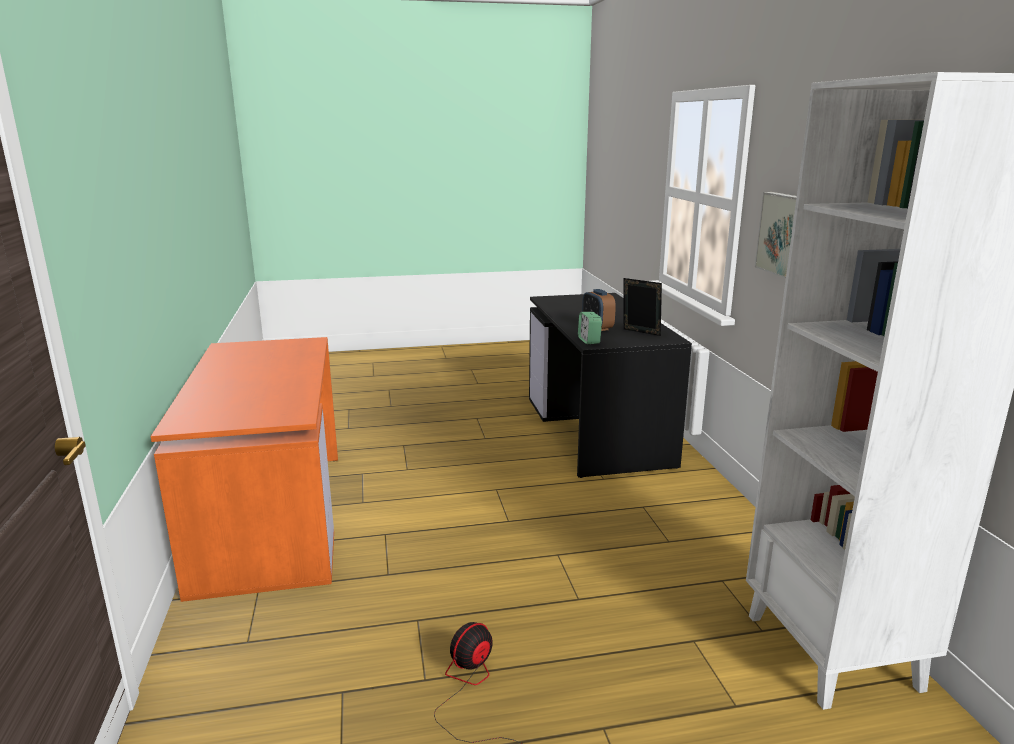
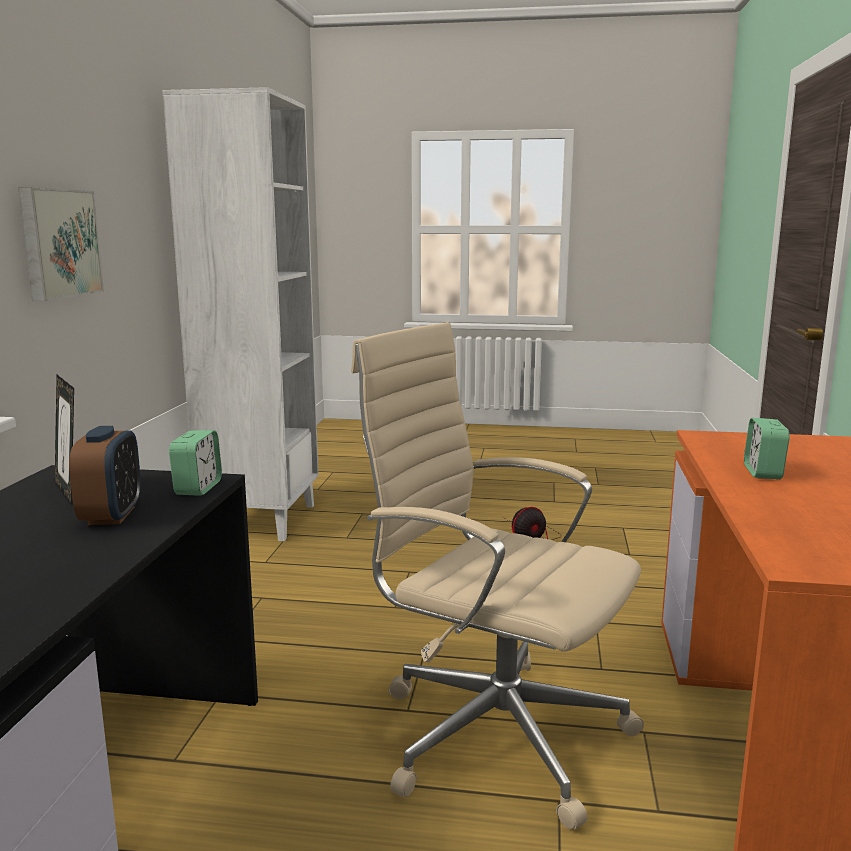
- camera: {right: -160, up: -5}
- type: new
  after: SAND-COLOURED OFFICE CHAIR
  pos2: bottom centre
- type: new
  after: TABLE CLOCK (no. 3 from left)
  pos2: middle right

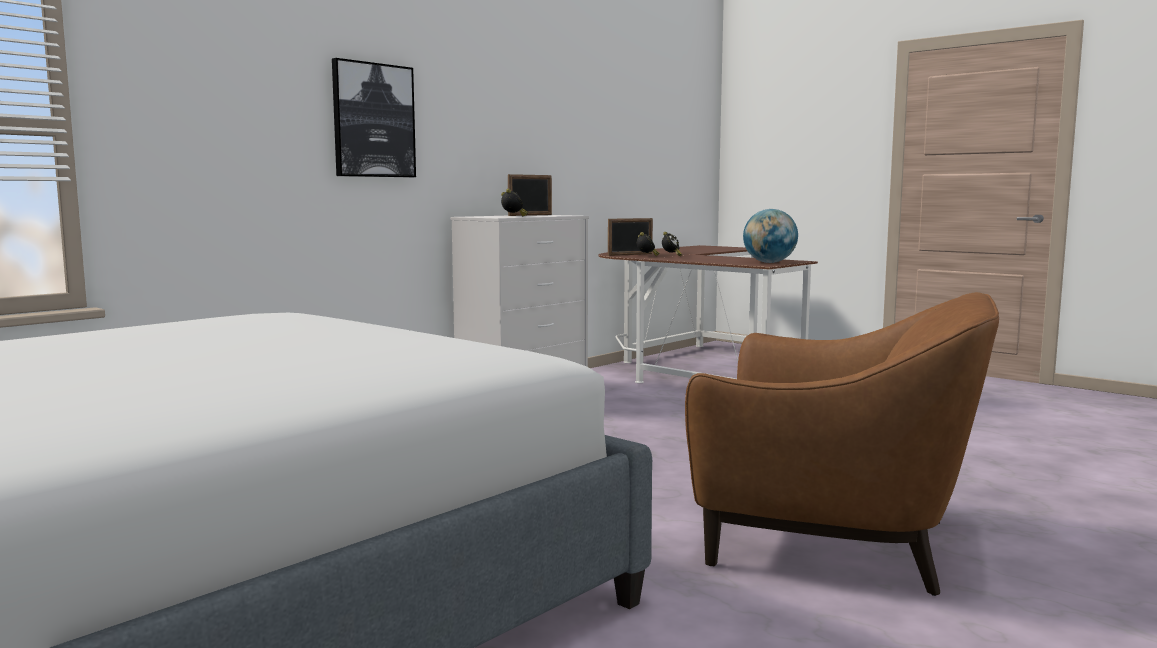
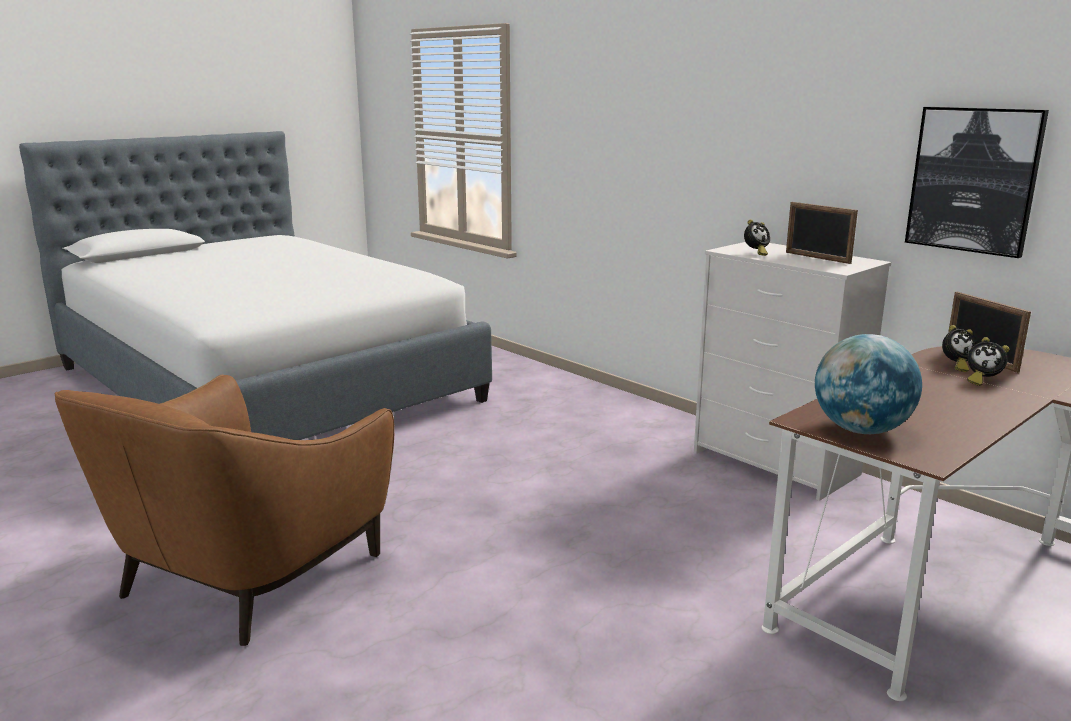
- camera: {right: 95, up: 10}
- type: shifted
  before: WALL PICTURE
  pos1: top left
  pos2: top right

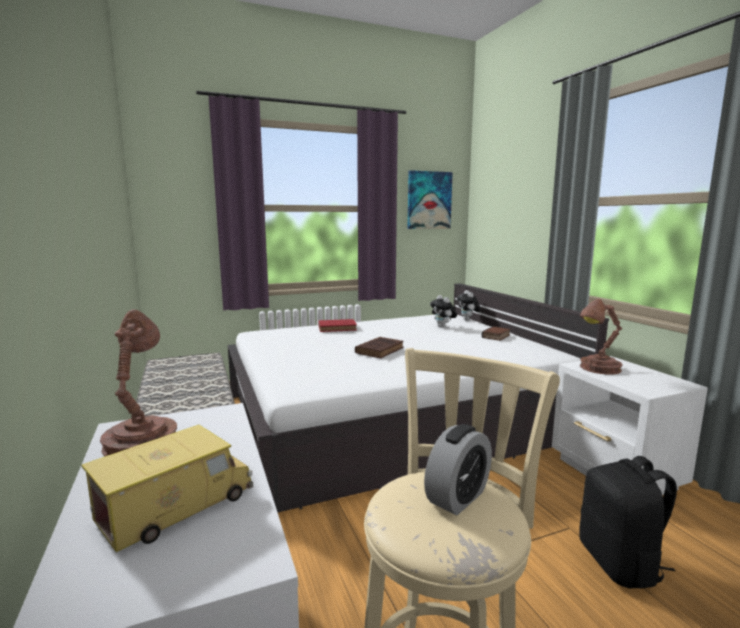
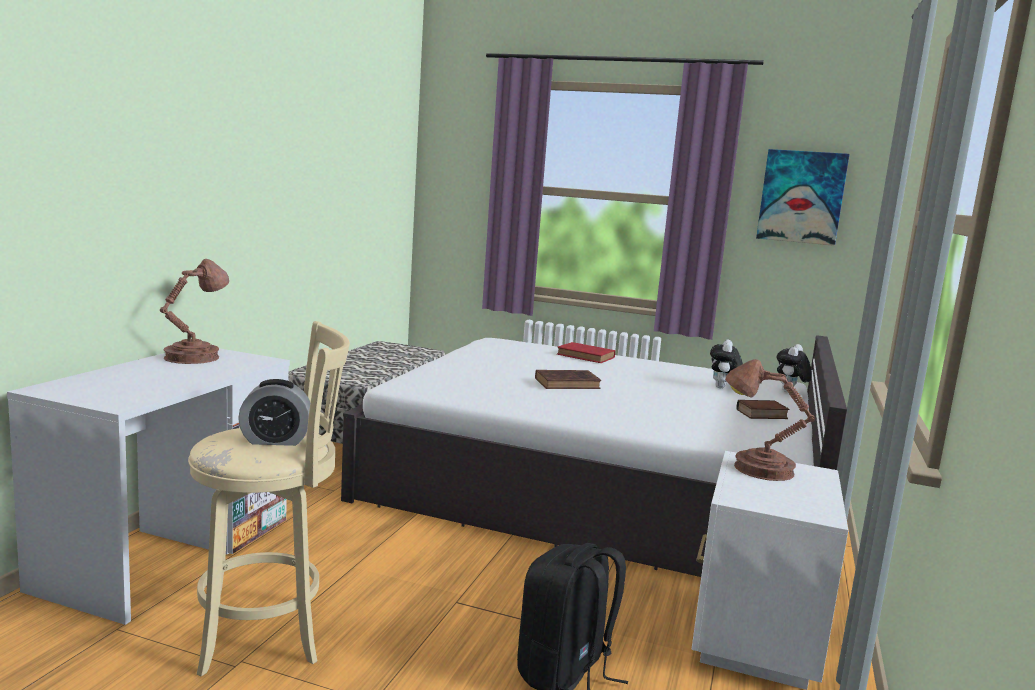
- camera: {right: 40, up: 0}
- type: gone
  before: MODEL TRUCK
  pos1: bottom left

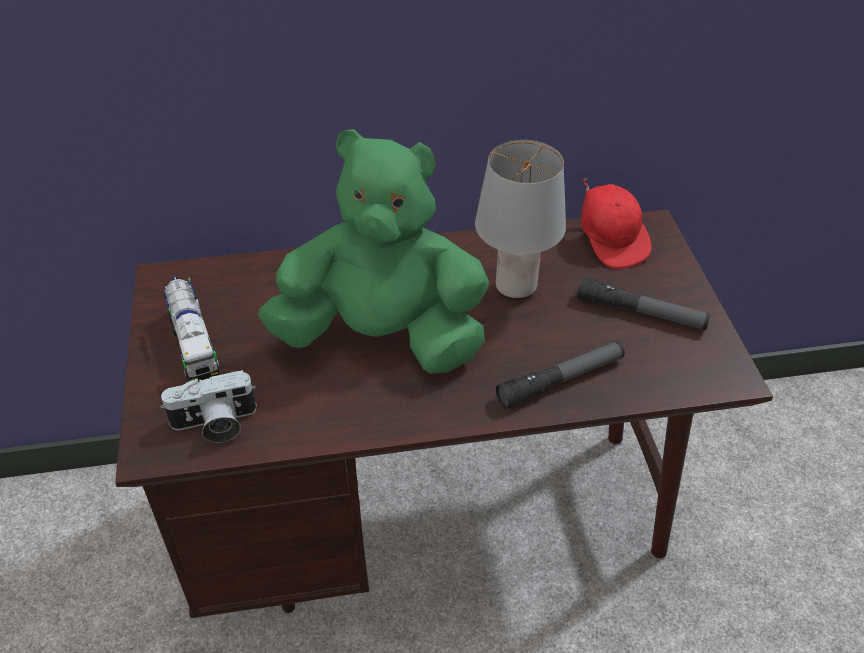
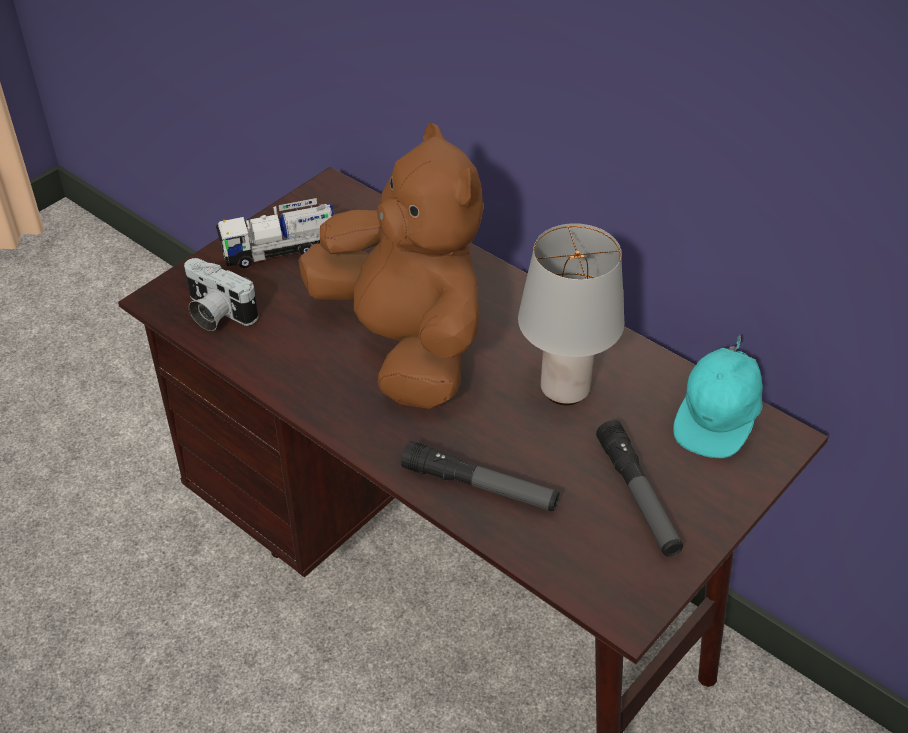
- camera: {right: 50, up: 0}
- type: repainted
  before: GREEN SOFT TOY
  after: BROWN-COLOURED SOFT TOY
  pos1: centre
  pos2: centre
- type: repainted
  before: RED-COLOURED CAP
  after: TURQUOISE-COLOURED CAP
  pos1: middle right
  pos2: middle right
- type: rotated
  before: MODEL TRUCK
  pos1: middle left
  pos2: top left
  turn: 45

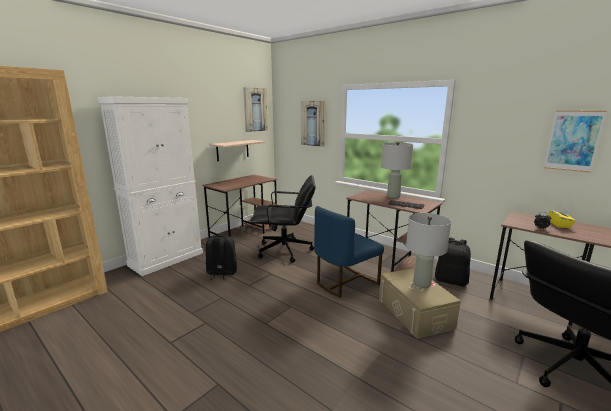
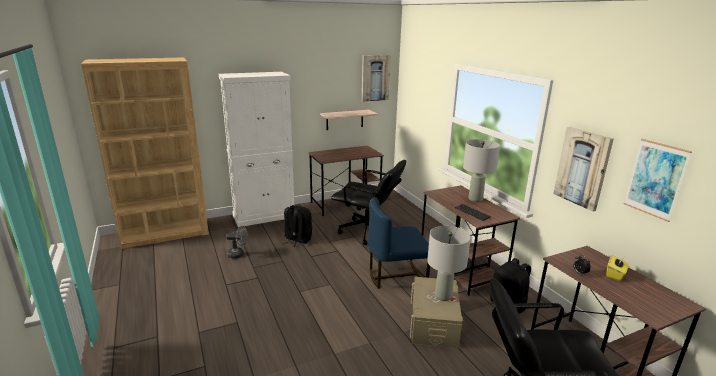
- camera: {right: 25, up: 5}
- type: new
  after: GRAY FAN
  pos2: middle left
- type: shifted
  before: WALL PICTURE (no. 2 from left)
  pos1: top centre
  pos2: middle right

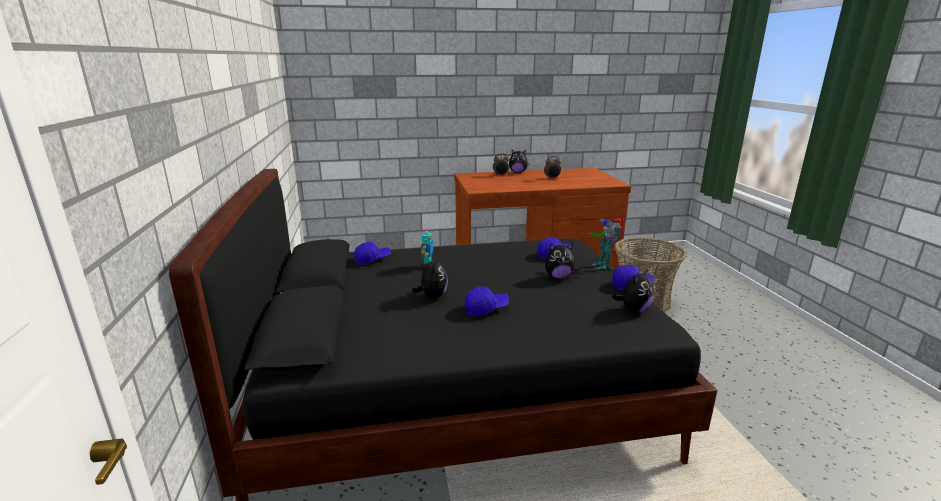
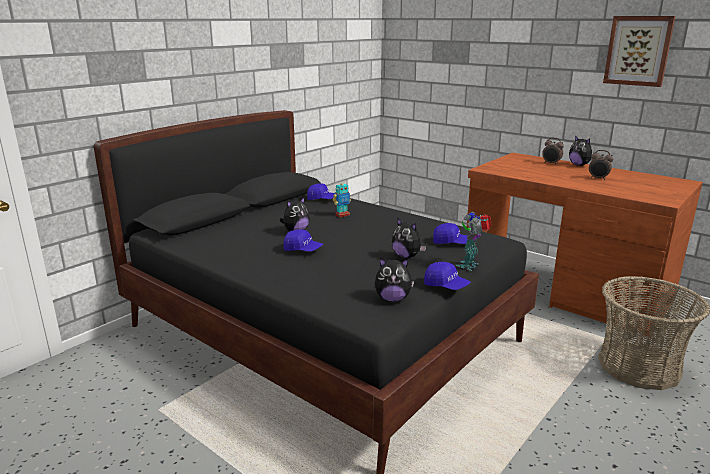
- camera: {right: 50, up: 0}
- type: new
  after: WALL PICTURE
  pos2: top right

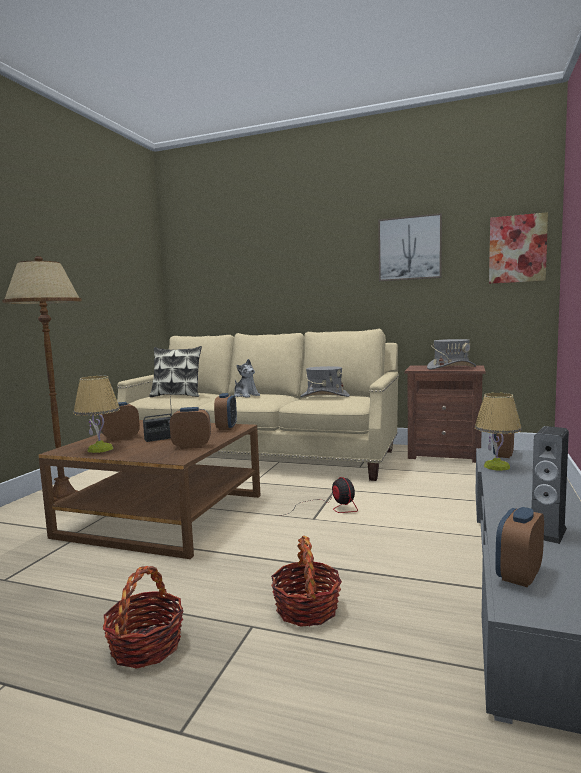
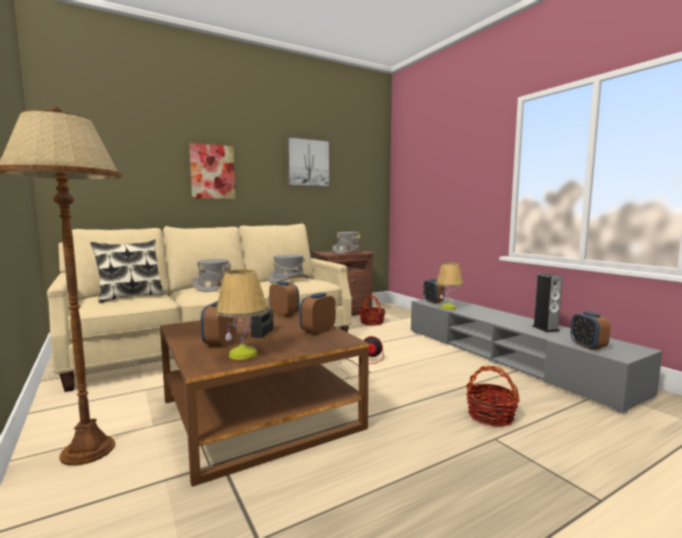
- camera: {right: -50, up: 0}
- type: shifted
  before: STORAGE BASKET (no. 1 from left)
  pos1: bottom left
  pos2: centre
- type: shifted
  before: WALL PICTURE (no. 2 from left in the first image)
  after: WALL PICTURE (no. 1 from left)
  pos1: top right
  pos2: top left
- type: swapped
  before: SOFT TOY
  after: GRAY CLOTHING HAT (no. 1 from left)
  pos1: centre
  pos2: middle left

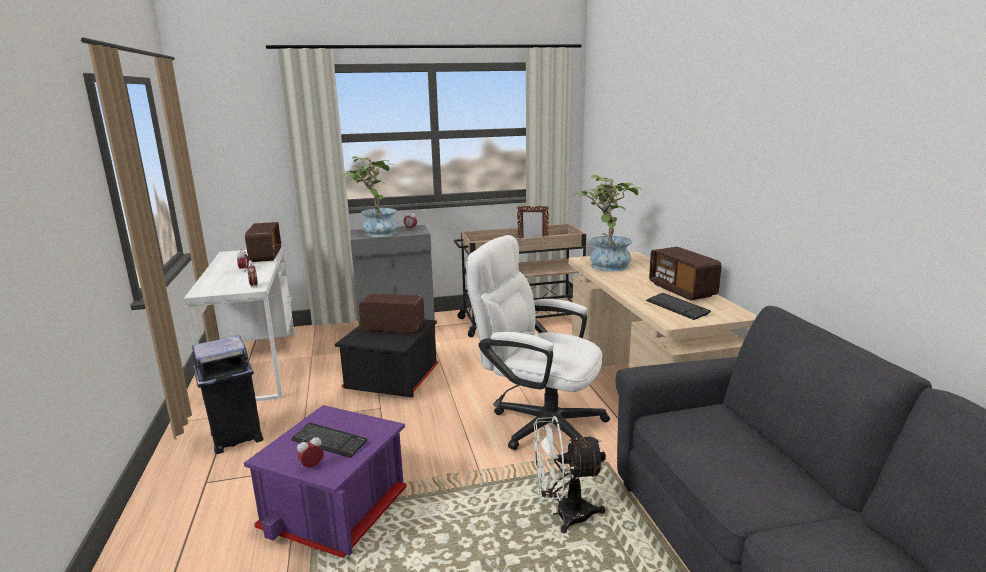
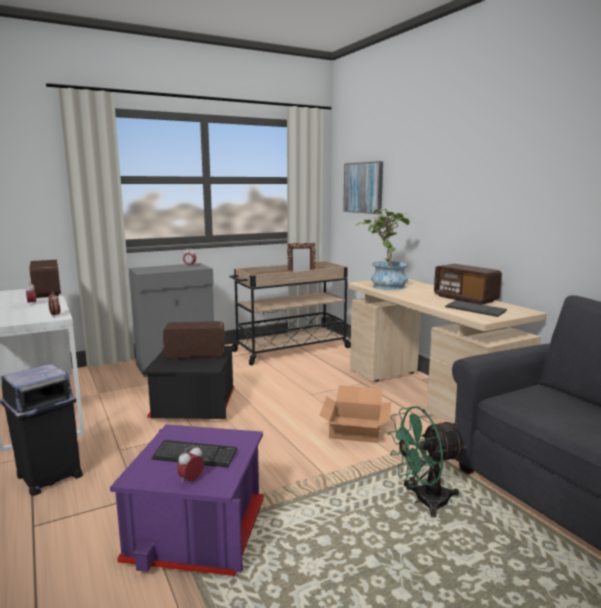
- camera: {right: -15, up: -5}
- type: gone
  before: HOUSEPLANT (no. 1 from left)
  pos1: centre
- type: new
  after: WALL PICTURE
  pos2: top centre
- type: swapped
  before: WHITISH OFFICE CHAIR
  after: CARDBOARD BOX
  pos1: centre
  pos2: bottom centre
- type: repainted
  before: WHITISH FAN
  after: GREEN FAN
  pos1: bottom centre
  pos2: bottom right

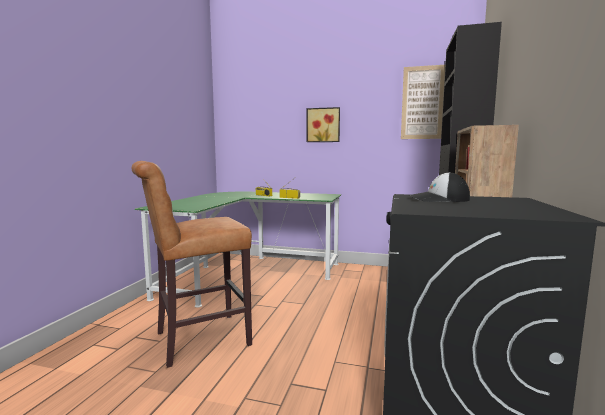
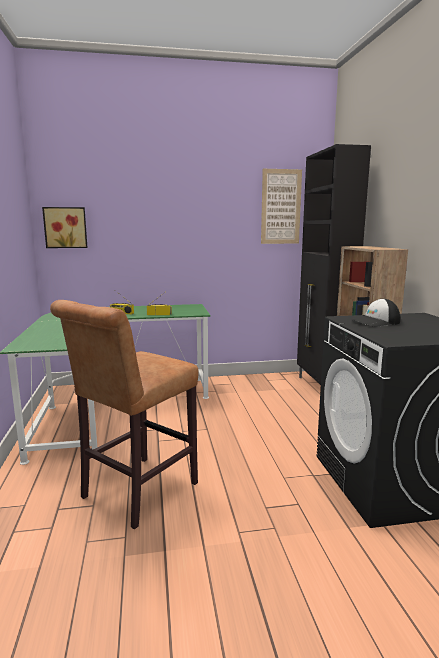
- camera: {right: -25, up: 5}
- type: shifted
  before: WALL PICTURE (no. 1 from left)
  pos1: top centre
  pos2: middle left

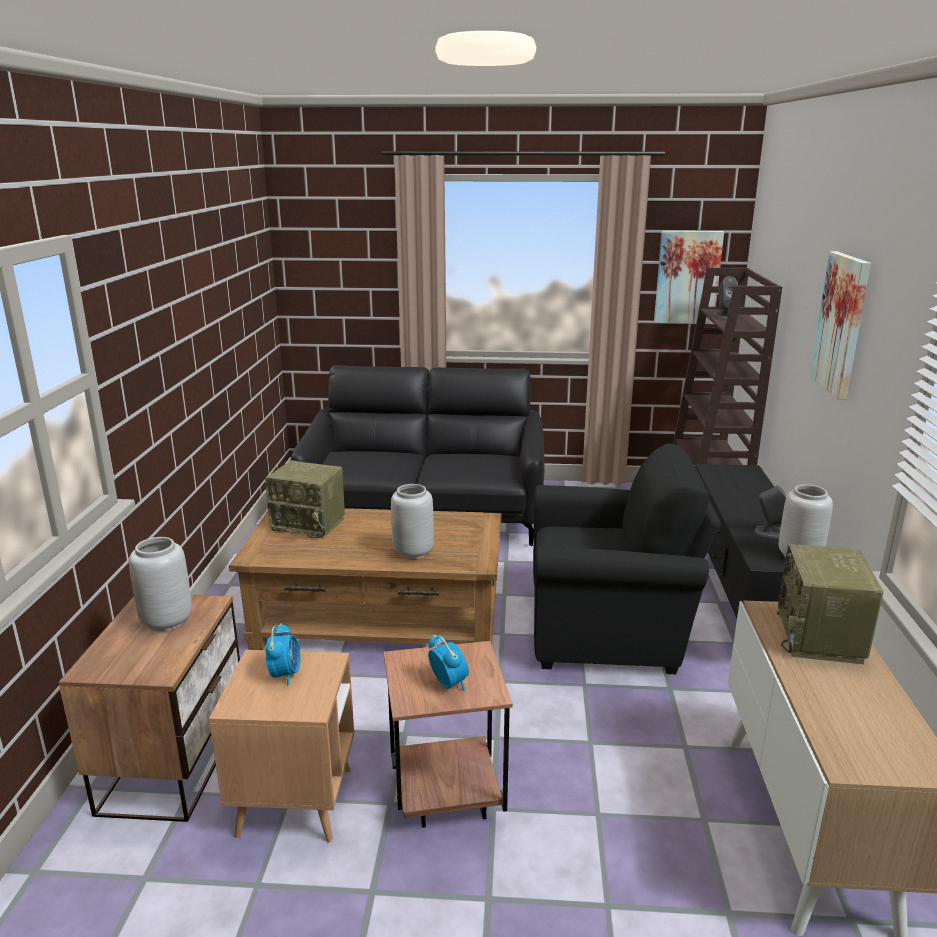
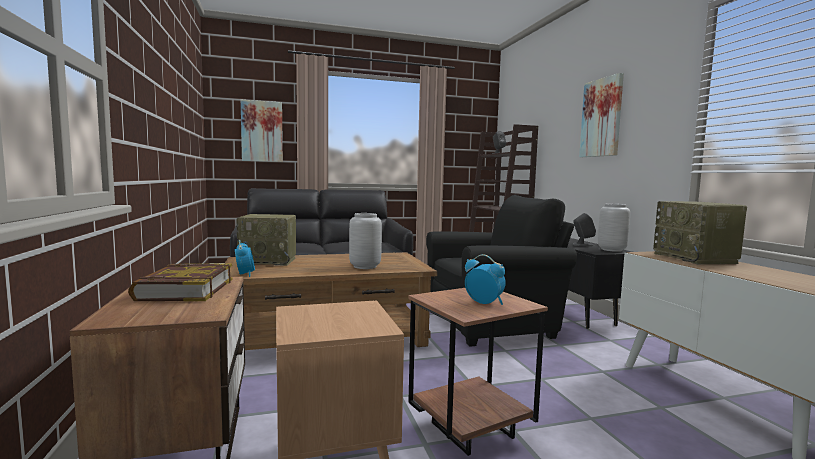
- camera: {right: -20, up: -15}
- type: shifted
  before: TABLE CLOCK (no. 1 from left)
  pos1: bottom left
  pos2: middle left
- type: shifted
  before: WALL PICTURE (no. 1 from left)
  pos1: top right
  pos2: top left
- type: swapped
  before: GRAY VASE (no. 1 from left)
  after: BOOK
  pos1: middle left
  pos2: middle left

